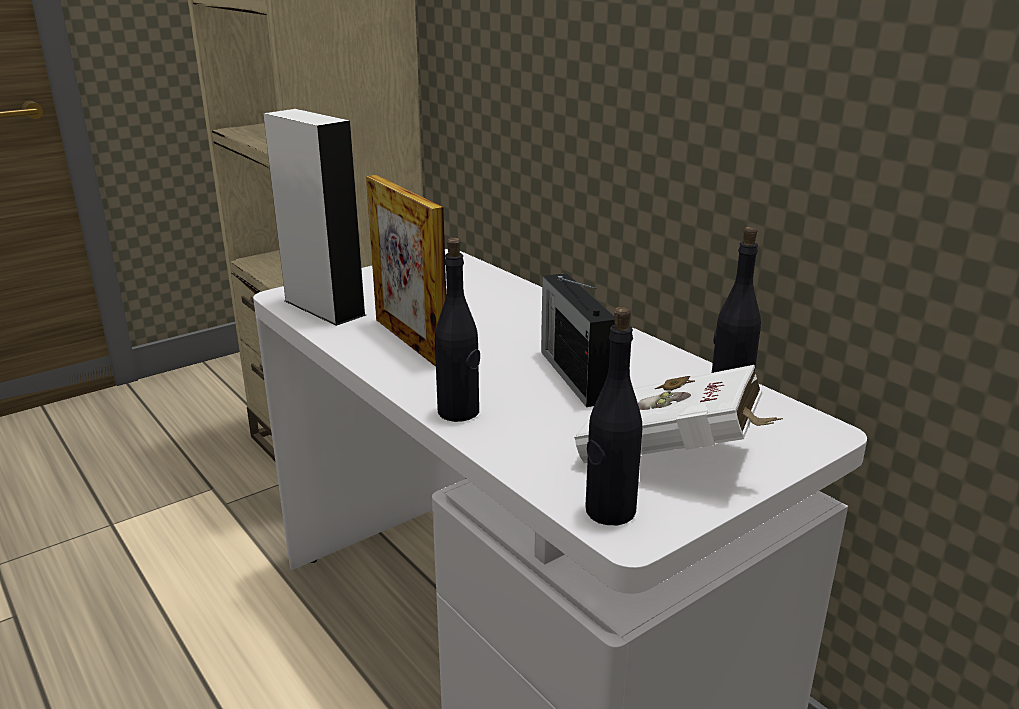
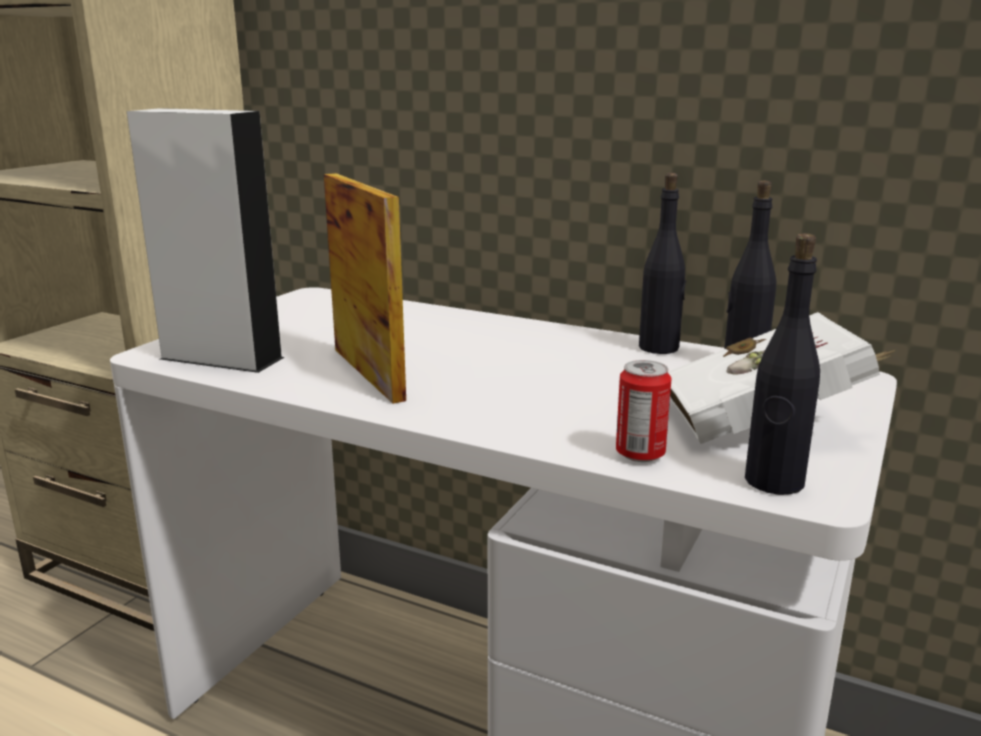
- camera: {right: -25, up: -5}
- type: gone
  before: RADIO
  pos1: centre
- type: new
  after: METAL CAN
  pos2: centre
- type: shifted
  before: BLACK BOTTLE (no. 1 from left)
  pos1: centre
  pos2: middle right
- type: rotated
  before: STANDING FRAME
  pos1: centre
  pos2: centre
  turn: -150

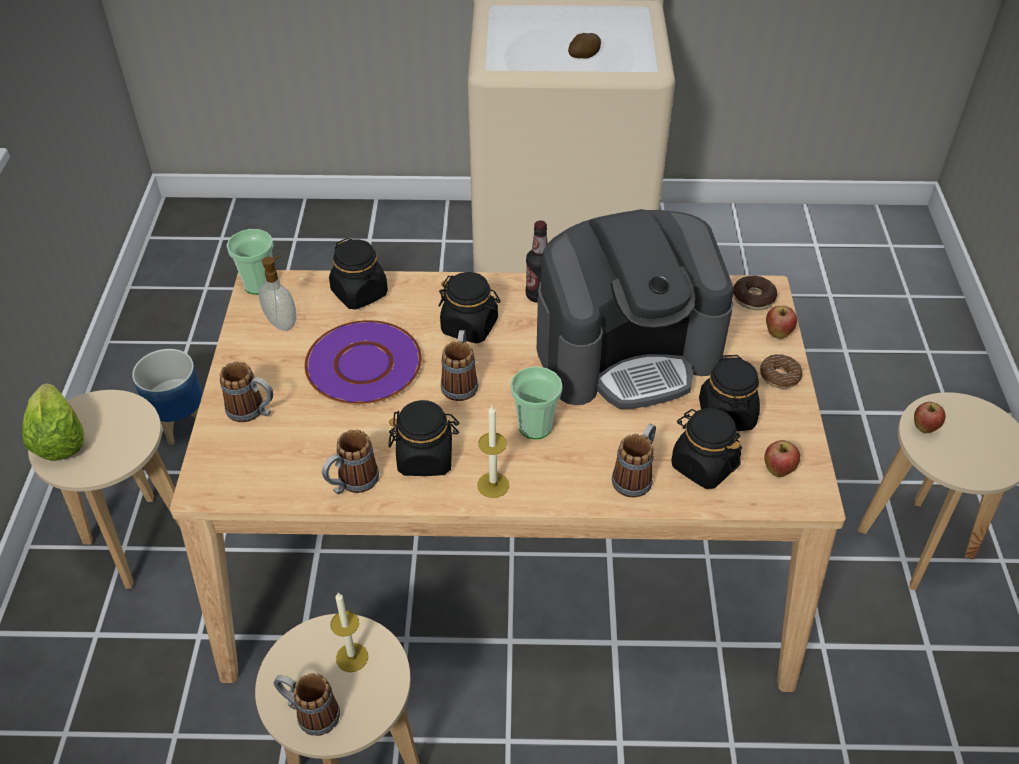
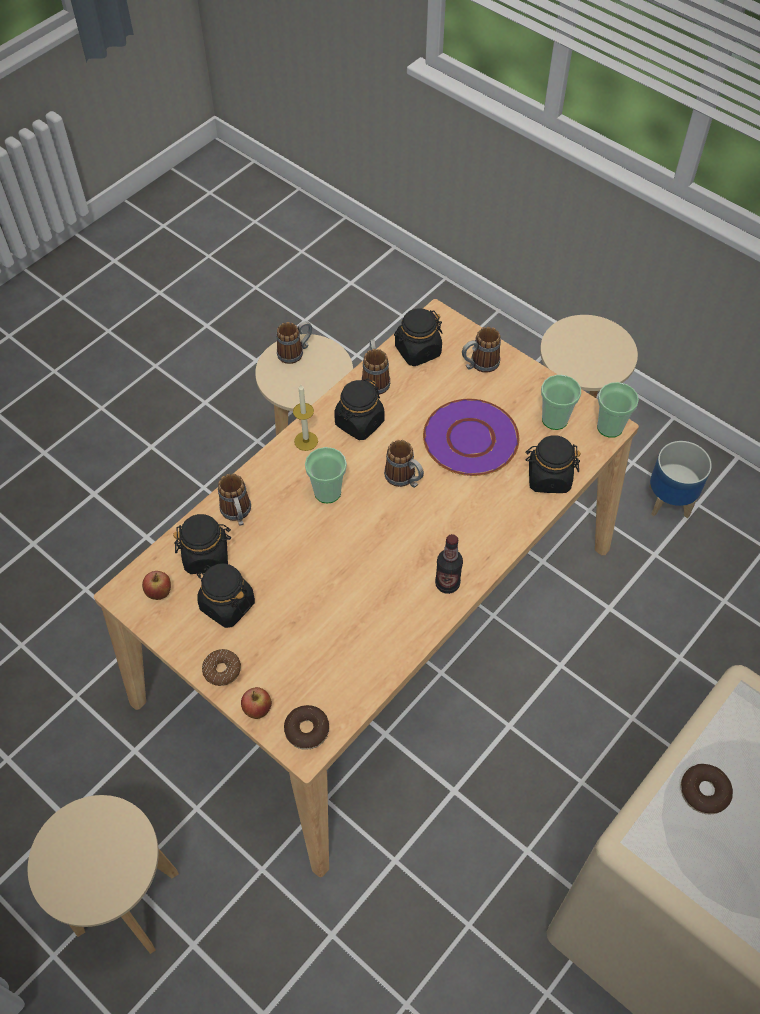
- camera: {right: 130, up: 10}
- type: gone
  before: LETTUCE
  pos1: middle left
- type: gone
  before: WAX LIGHT (no. 1 from left)
  pos1: bottom centre
- type: gone
  before: COFFEE MAKER
  pos1: centre
- type: gone
  before: APPLE FRUIT (no. 3 from left)
  pos1: middle right
- type: shifted
  before: BLACK JAR (no. 3 from left in the first image)
  after: BLACK JAR (no. 4 from left)
  pos1: centre
  pos2: top centre
- type: swapped
  before: SOAP DISPENSER
  after: SMALL CUP (no. 2 from left)
  pos1: middle left
  pos2: middle right
- type: swapped
  before: SPUD
  after: DONUT (no. 3 from left)
  pos1: top centre
  pos2: bottom right

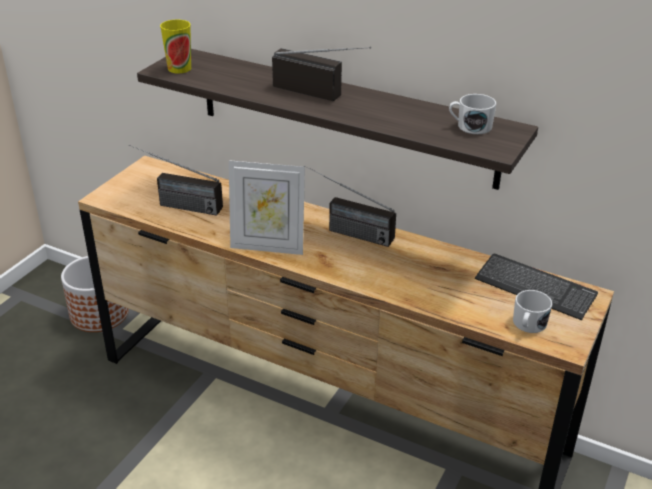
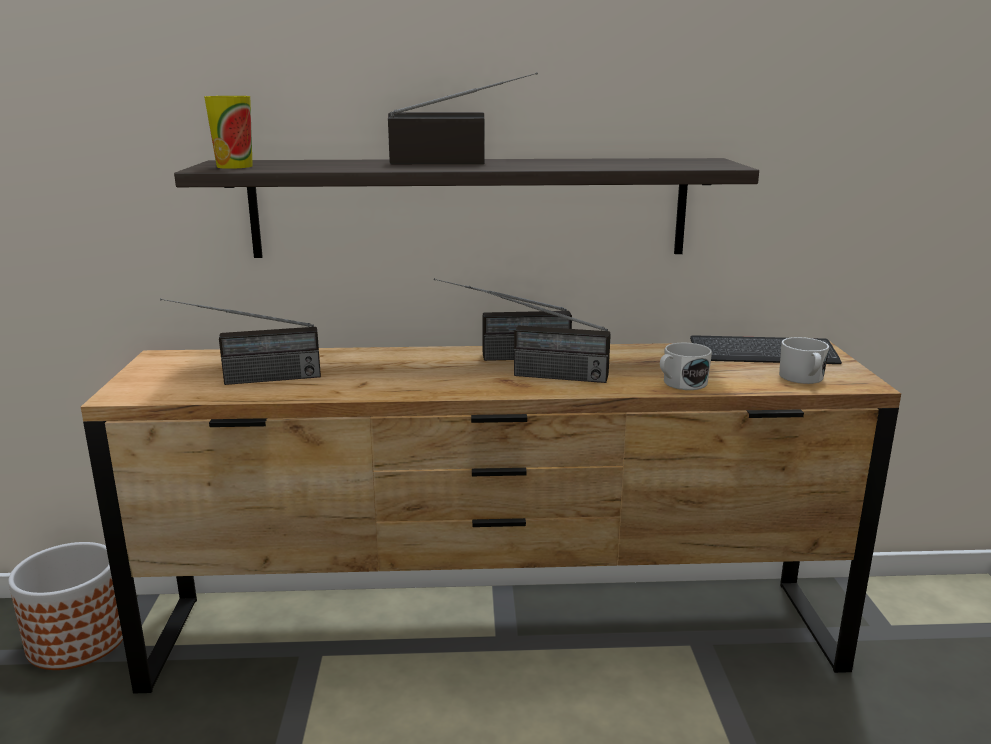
- camera: {right: -30, up: -15}
- type: gone
  before: STANDING FRAME
  pos1: centre
- type: new
  after: RADIO (no. 4 from left)
  pos2: centre
- type: shifted
  before: WHITISH MUG (no. 1 from left)
  pos1: top right
  pos2: middle right

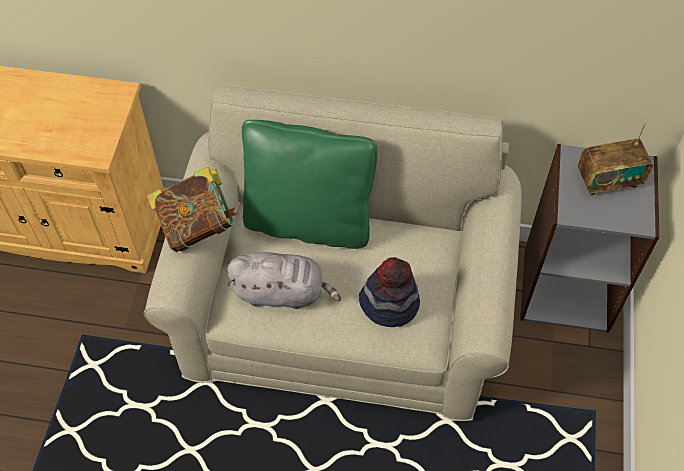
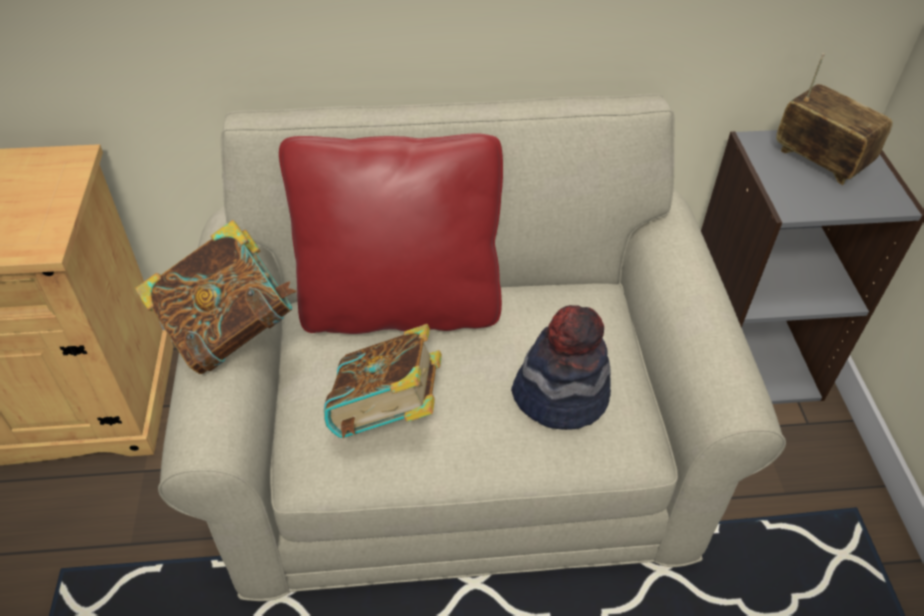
- camera: {right: -15, up: -10}
- type: swapped
  before: GRAY SOFT TOY
  after: BOOK (no. 2 from left)
  pos1: centre
  pos2: centre
- type: repainted
  before: GREEN CUSHION
  after: RED-COLOURED CUSHION
  pos1: centre
  pos2: centre
- type: rotated
  before: RADIO
  pos1: middle right
  pos2: top right
  turn: -105

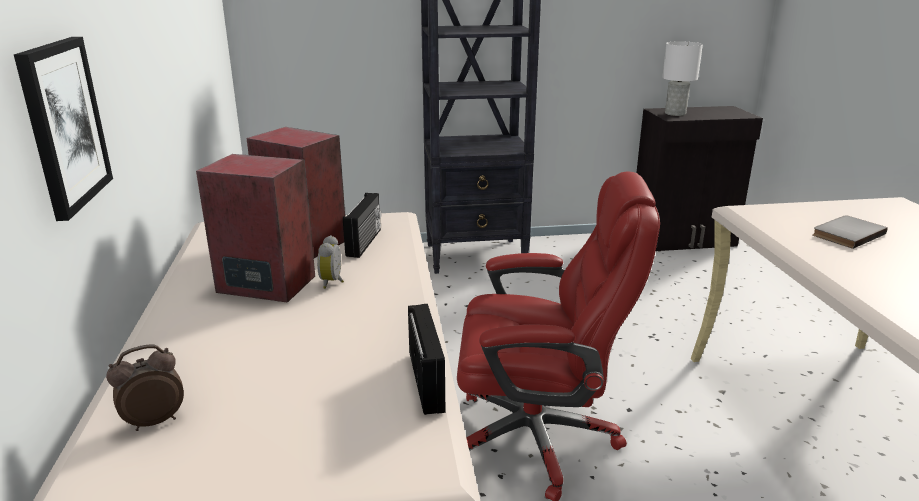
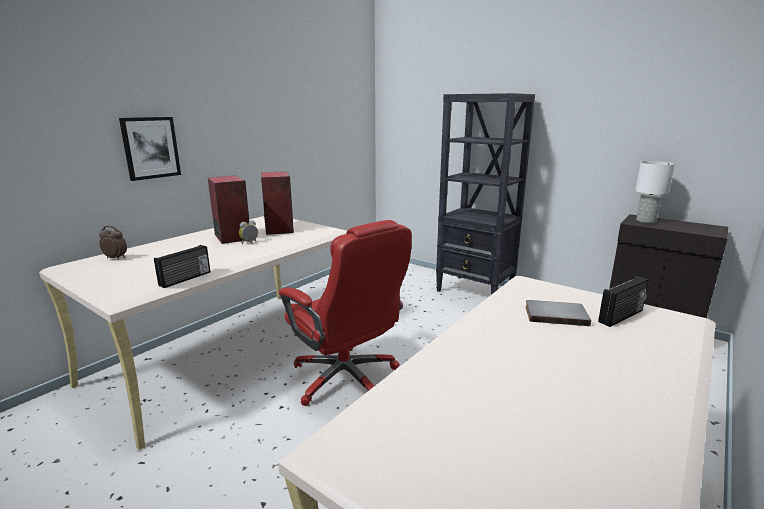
- camera: {right: 45, up: -5}
- type: shifted
  before: RADIO (no. 1 from left in the first image)
  after: RADIO (no. 2 from left)
  pos1: centre
  pos2: middle right

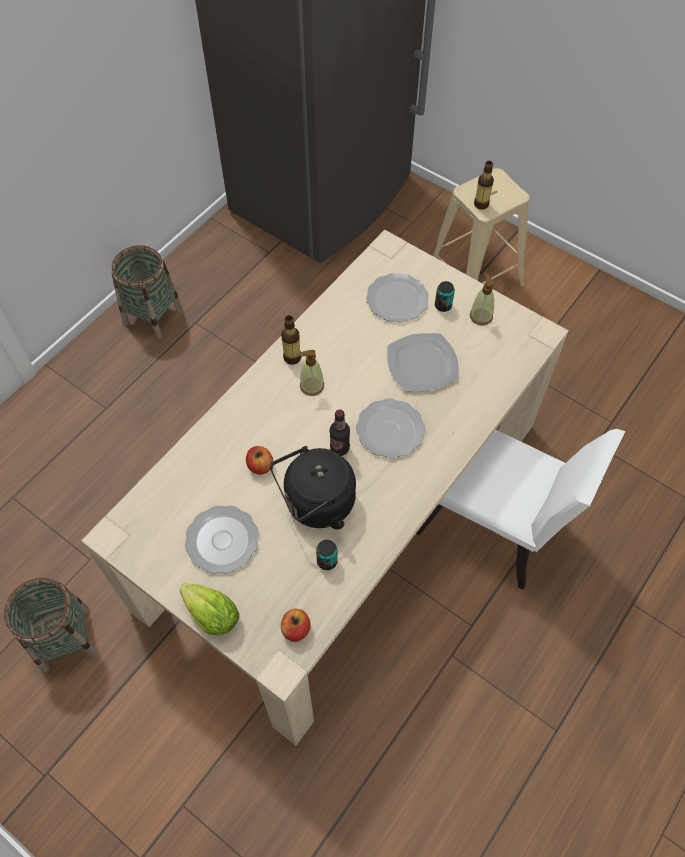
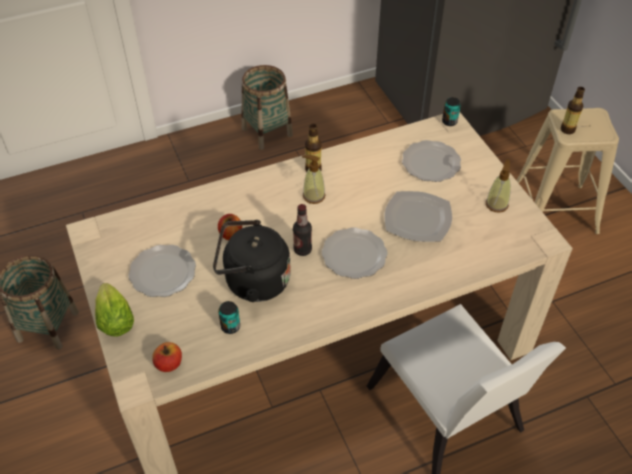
- camera: {right: 30, up: -10}
- type: shifted
  before: METAL CAN (no. 2 from left)
  pos1: centre
  pos2: top right

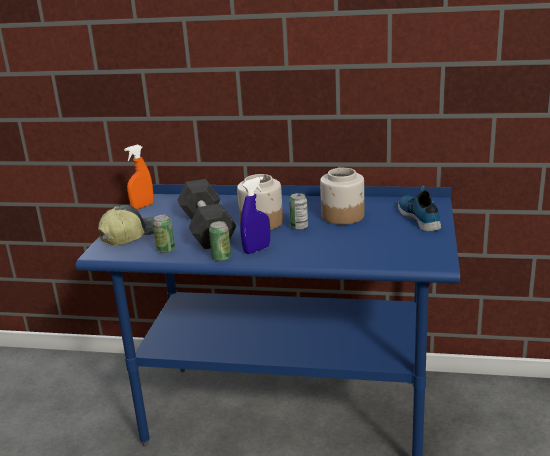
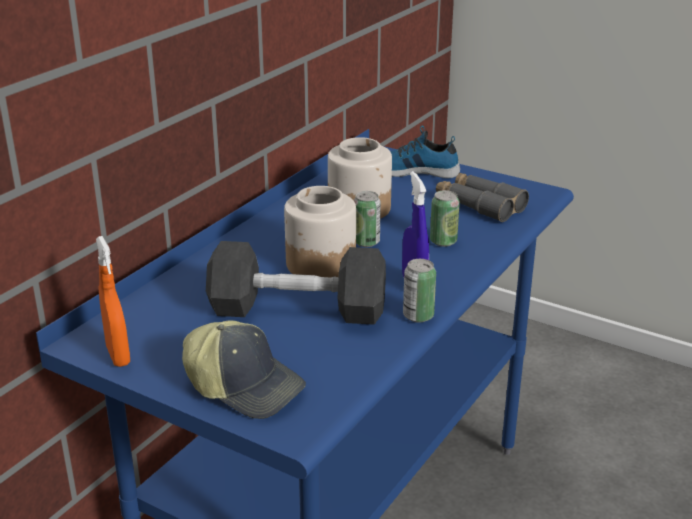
- camera: {right: -70, up: 5}
- type: new
  after: GRAY PAIR OF BINOCULARS
  pos2: middle right
- type: shifted
  before: METAL CAN (no. 1 from left in the first image)
  after: METAL CAN (no. 3 from left)
  pos1: middle left
  pos2: centre
- type: rotated
  before: CAP
  pos1: middle left
  pos2: bottom centre
  turn: 150

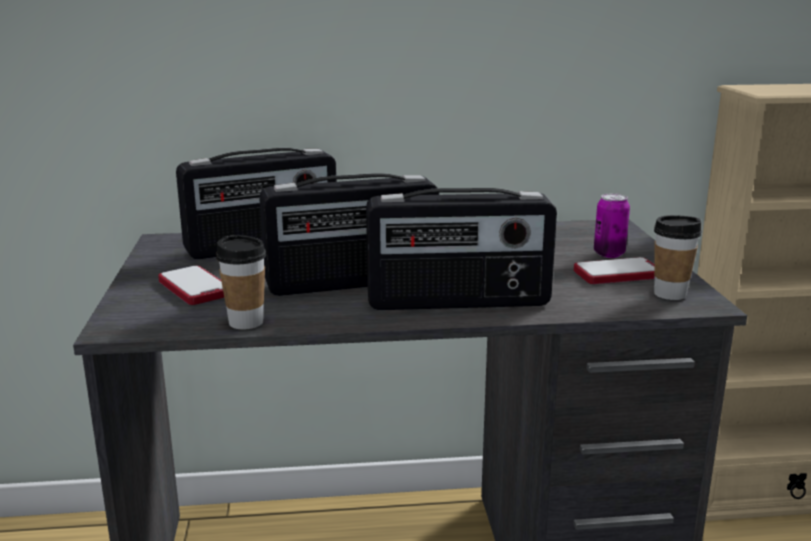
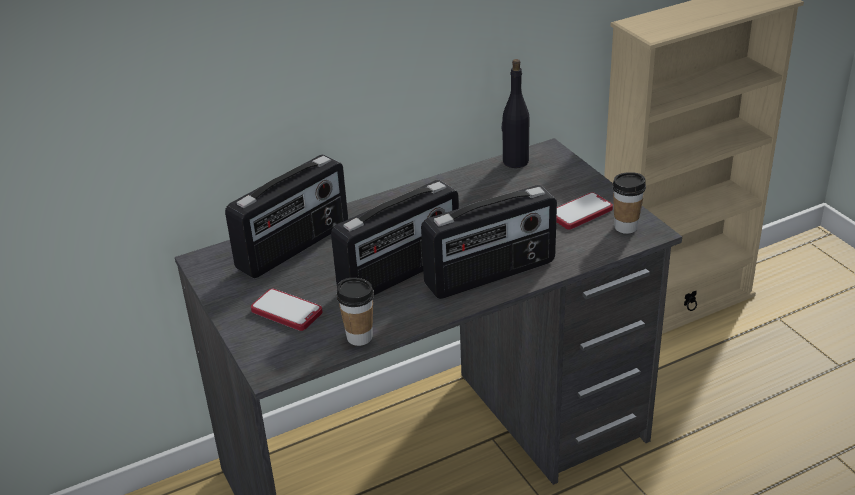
- camera: {right: -20, up: 15}
- type: gone
  before: METAL CAN
  pos1: middle right
- type: new
  after: BLACK BOTTLE
  pos2: top centre

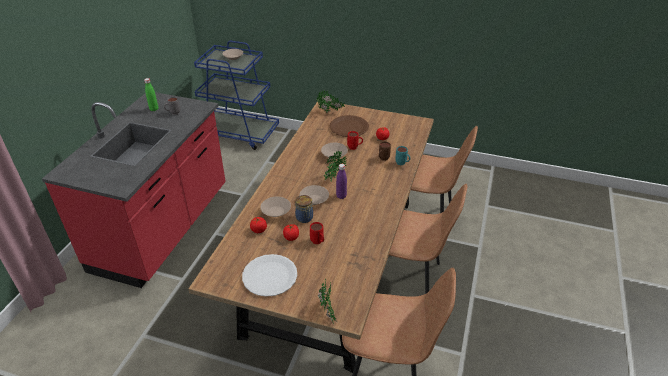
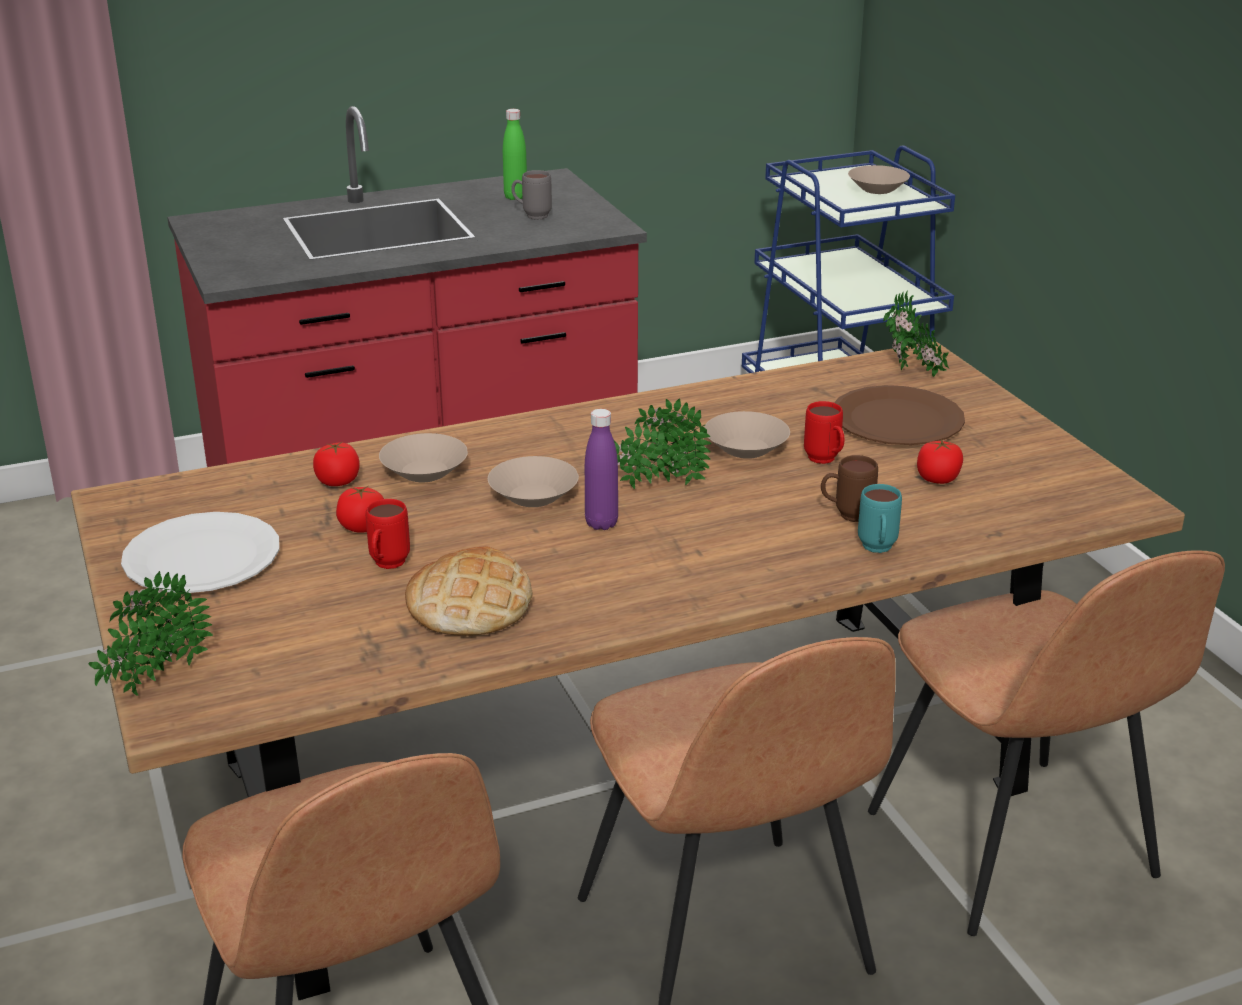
- camera: {right: 50, up: -10}
- type: gone
  before: JAR
  pos1: centre
- type: new
  after: BAKED BREAD
  pos2: centre

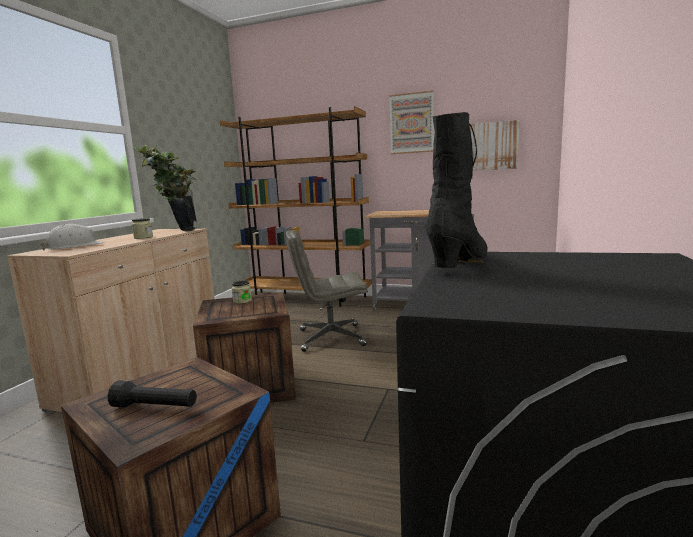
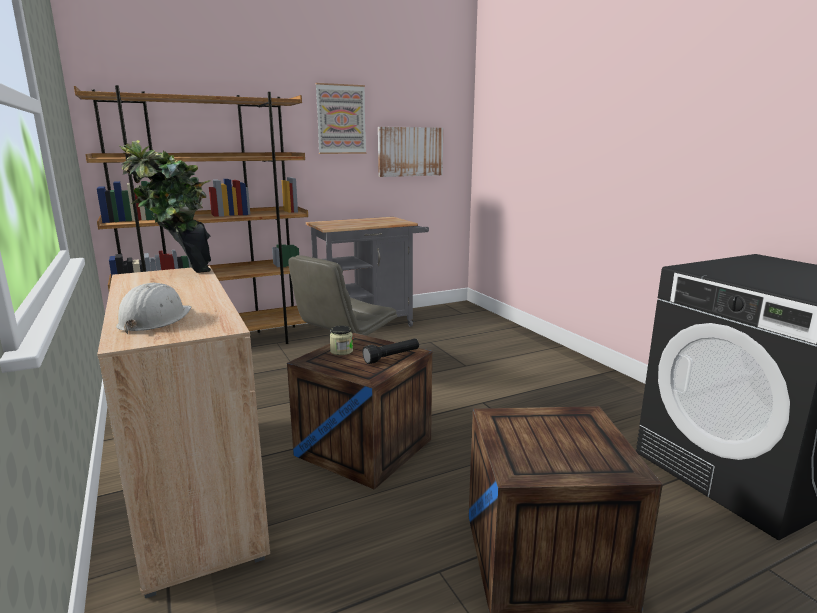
- camera: {right: -45, up: 5}
- type: gone
  before: JAR (no. 1 from left)
  pos1: middle left
- type: gone
  before: BLACK HIGH-TOP BOOT
  pos1: centre
- type: shifted
  before: BLACK FLASHLIGHT
  pos1: bottom left
  pos2: centre

